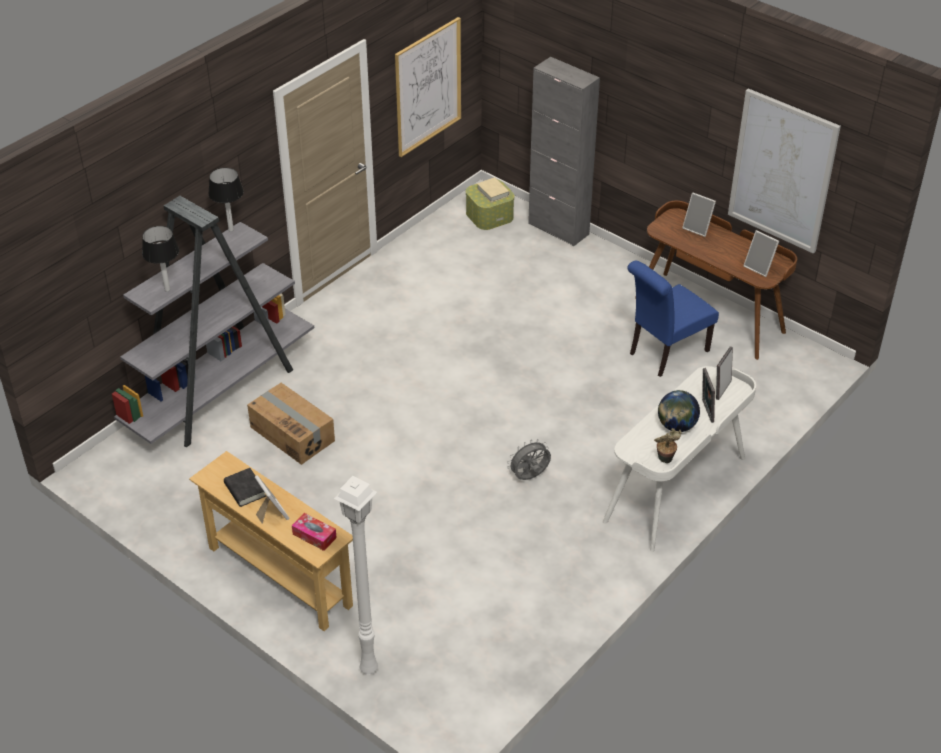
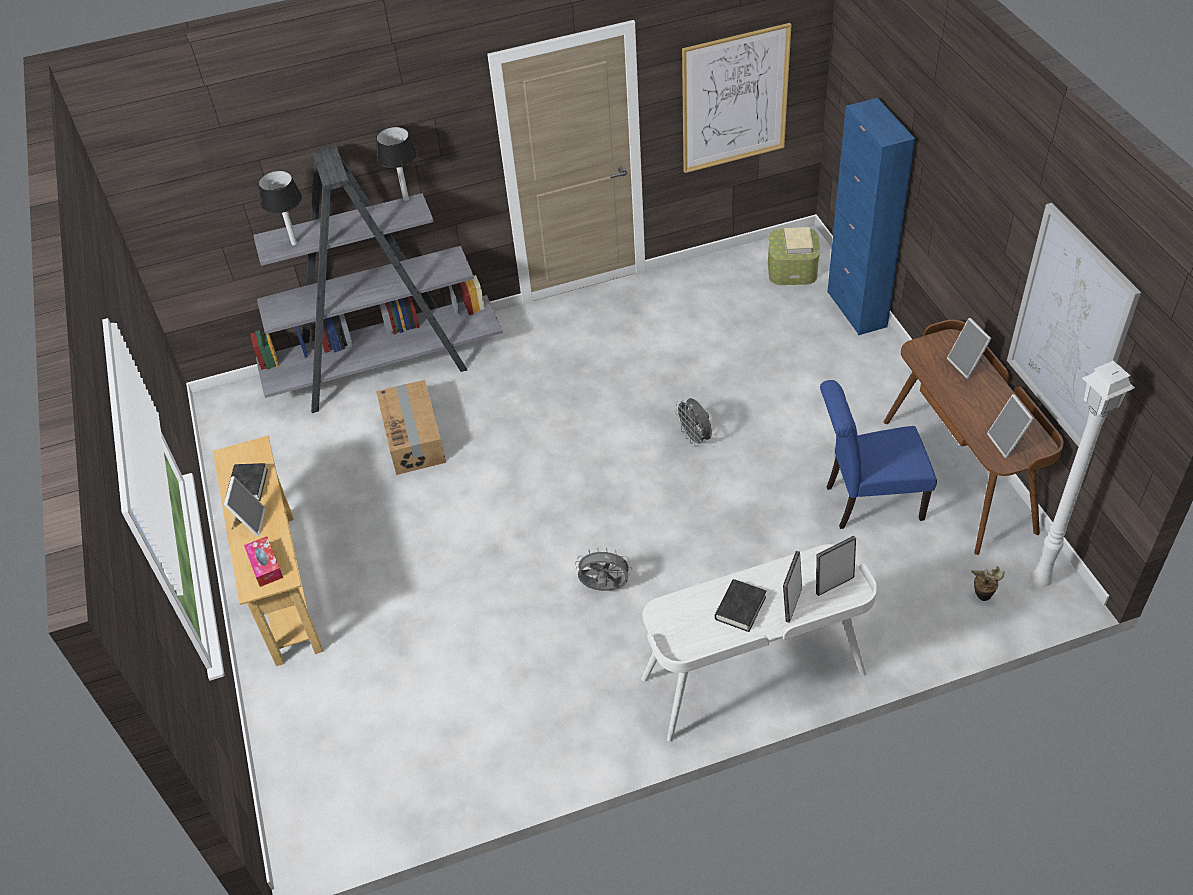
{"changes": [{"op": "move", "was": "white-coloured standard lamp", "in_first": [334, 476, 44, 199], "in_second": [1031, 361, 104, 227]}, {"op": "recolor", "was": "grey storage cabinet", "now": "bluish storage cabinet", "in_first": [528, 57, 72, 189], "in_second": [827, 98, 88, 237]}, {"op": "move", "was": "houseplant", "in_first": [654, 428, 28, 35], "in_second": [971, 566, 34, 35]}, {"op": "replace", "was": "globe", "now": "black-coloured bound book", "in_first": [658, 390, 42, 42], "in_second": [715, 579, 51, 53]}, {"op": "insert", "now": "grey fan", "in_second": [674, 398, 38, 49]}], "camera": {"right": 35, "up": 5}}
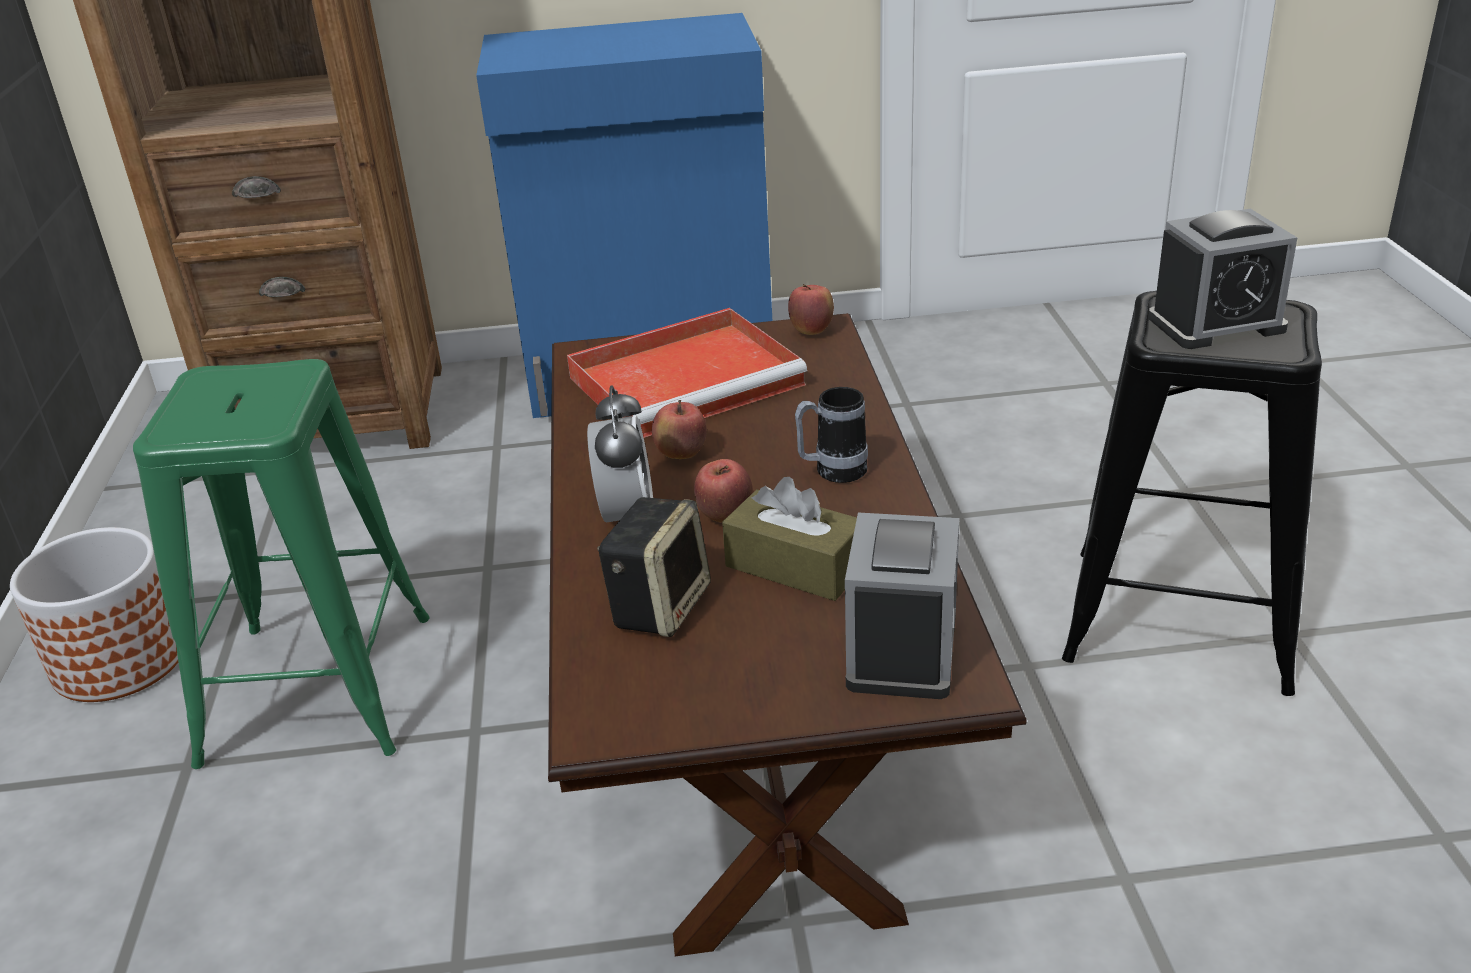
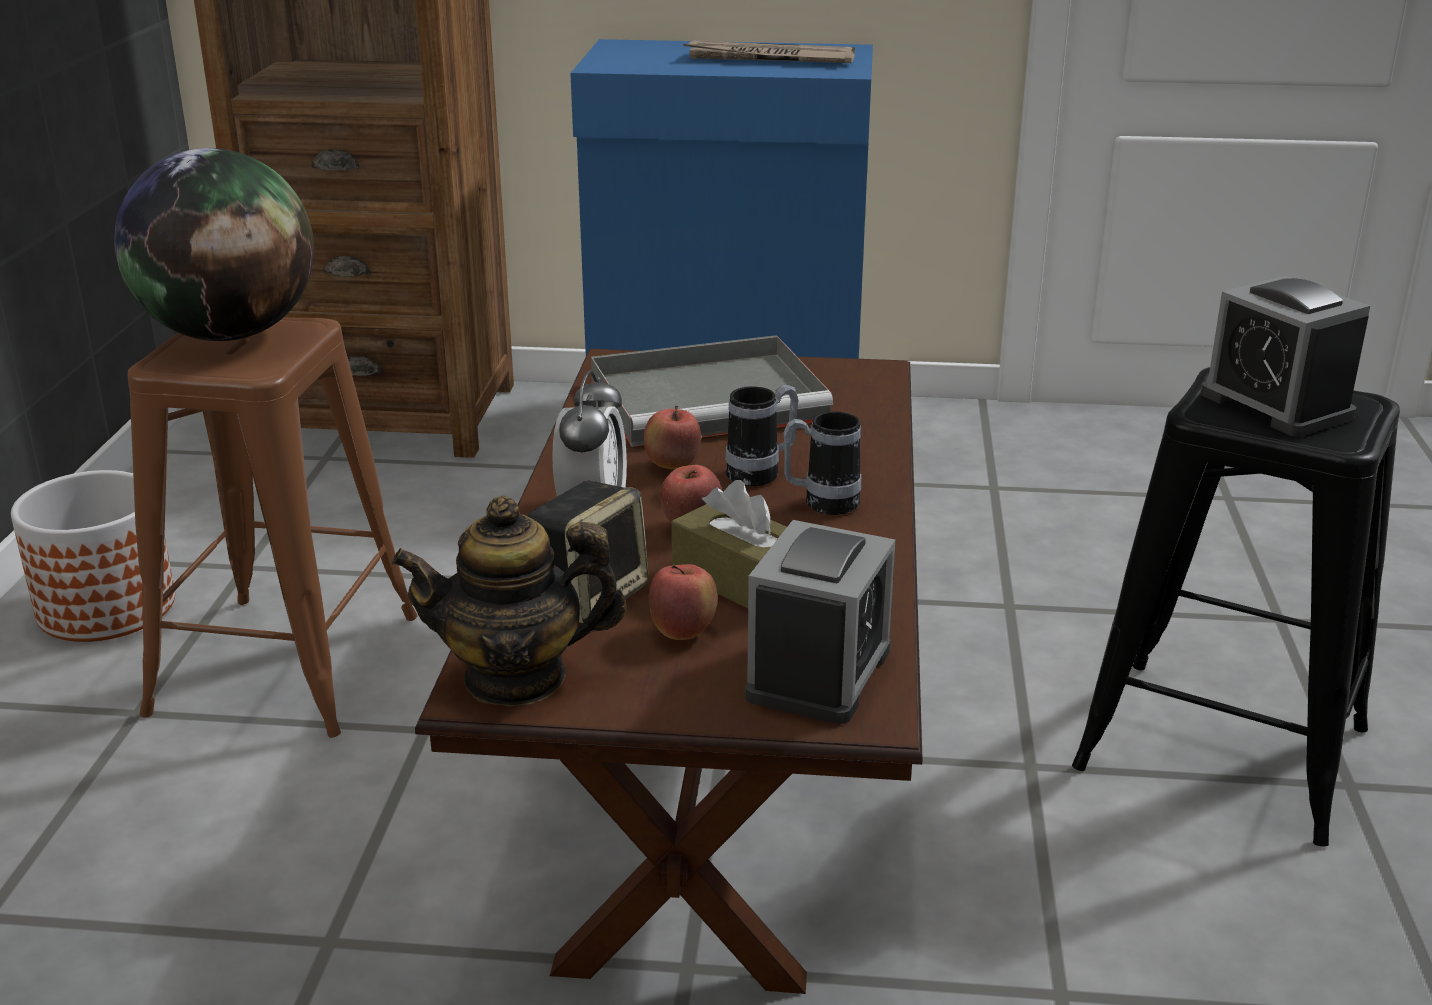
{"changes": [{"op": "recolor", "was": "green sitting stool", "now": "brown sitting stool", "in_first": [133, 359, 297, 410], "in_second": [128, 317, 290, 421]}, {"op": "recolor", "was": "red serving tray", "now": "grey serving tray", "in_first": [567, 308, 240, 130], "in_second": [591, 335, 242, 112]}, {"op": "move", "was": "apple fruit", "in_first": [788, 284, 46, 51], "in_second": [649, 564, 68, 76]}, {"op": "rotate", "was": "table clock", "in_first": [1148, 209, 149, 140], "in_second": [1200, 276, 170, 161], "clockwise": 60}, {"op": "insert", "now": "globe", "in_second": [114, 148, 200, 193]}, {"op": "insert", "now": "teapot", "in_second": [391, 496, 236, 211]}, {"op": "insert", "now": "newspaper", "in_second": [683, 41, 172, 22]}, {"op": "insert", "now": "tea mug", "in_second": [726, 384, 72, 102]}], "camera": {"right": 10, "up": -5}}
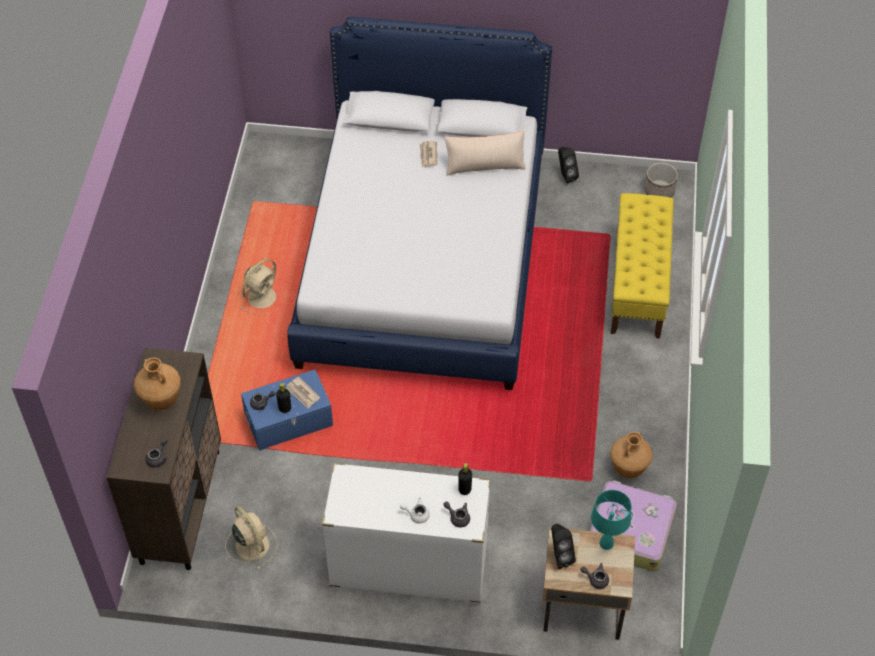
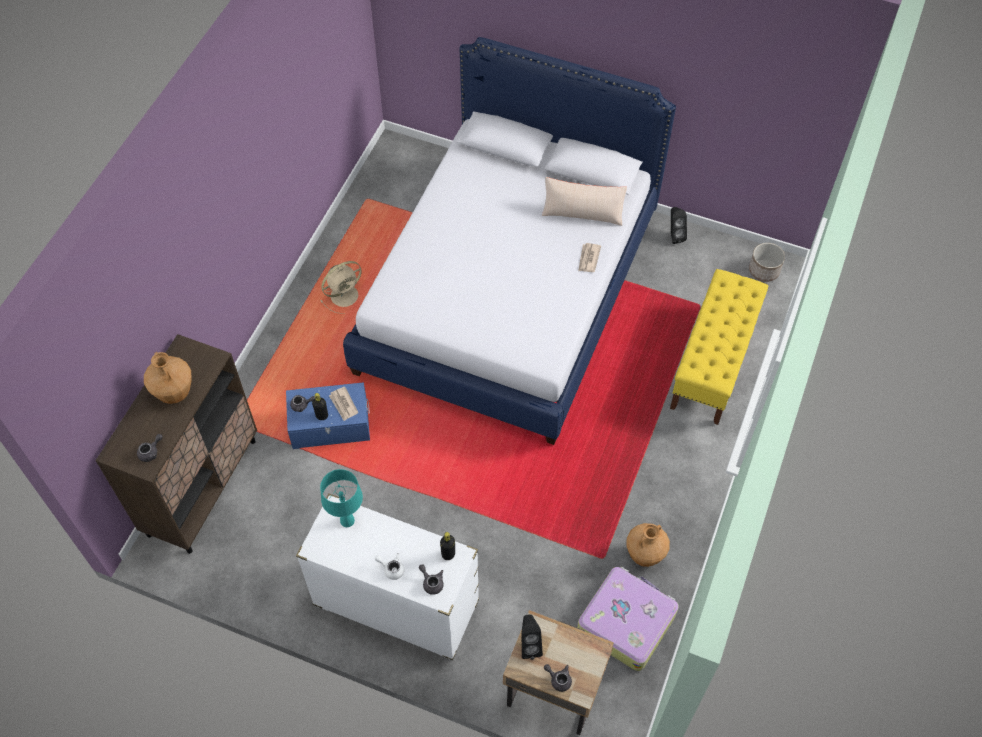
{"changes": [{"op": "delete", "was": "sand-coloured fan", "in_first": [225, 506, 53, 64]}, {"op": "move", "was": "newspaper", "in_first": [420, 141, 17, 26], "in_second": [578, 243, 23, 29]}, {"op": "move", "was": "blue-green tabletop lamp", "in_first": [591, 490, 40, 60], "in_second": [320, 469, 43, 58]}], "camera": {"right": 15, "up": 5}}
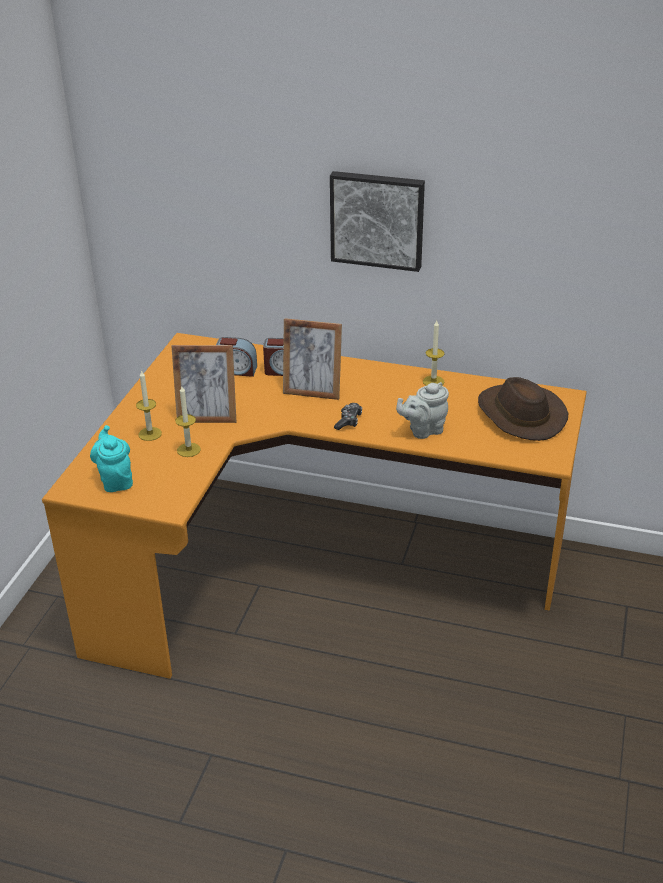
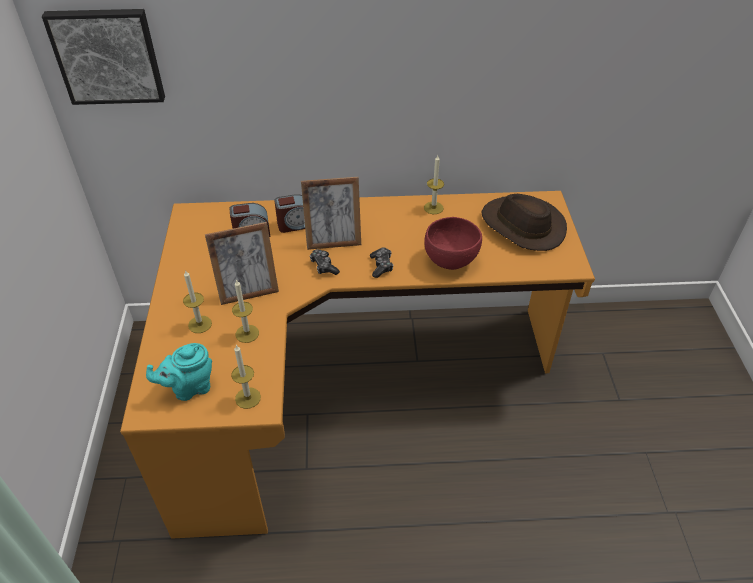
{"changes": [{"op": "rotate", "was": "blue-green teapot", "in_first": [90, 425, 43, 67], "in_second": [146, 343, 66, 58], "clockwise": -75}, {"op": "move", "was": "wall picture", "in_first": [330, 171, 95, 101], "in_second": [42, 9, 123, 96]}, {"op": "replace", "was": "grey teapot", "now": "red bowl", "in_first": [396, 382, 53, 57], "in_second": [424, 217, 58, 53]}, {"op": "insert", "now": "candle", "in_second": [231, 345, 30, 64]}, {"op": "insert", "now": "joypad", "in_second": [310, 249, 30, 26]}], "camera": {"right": -20, "up": 10}}
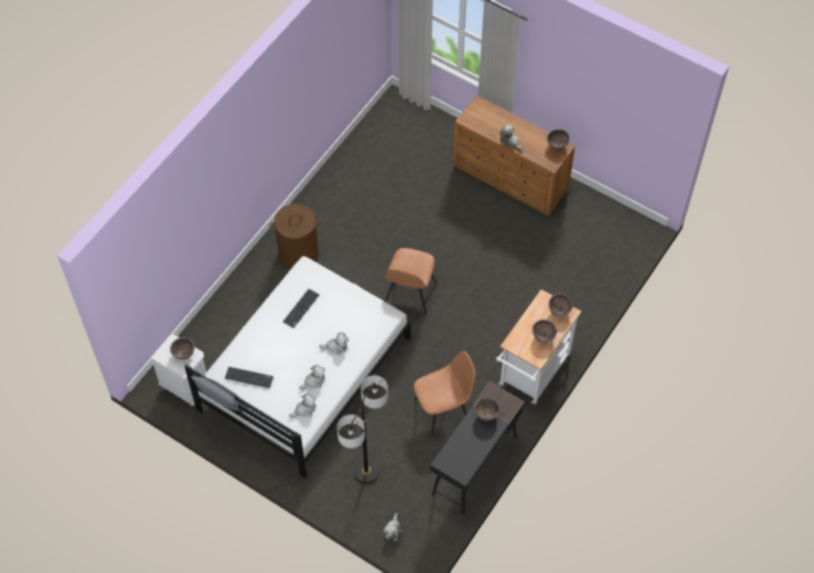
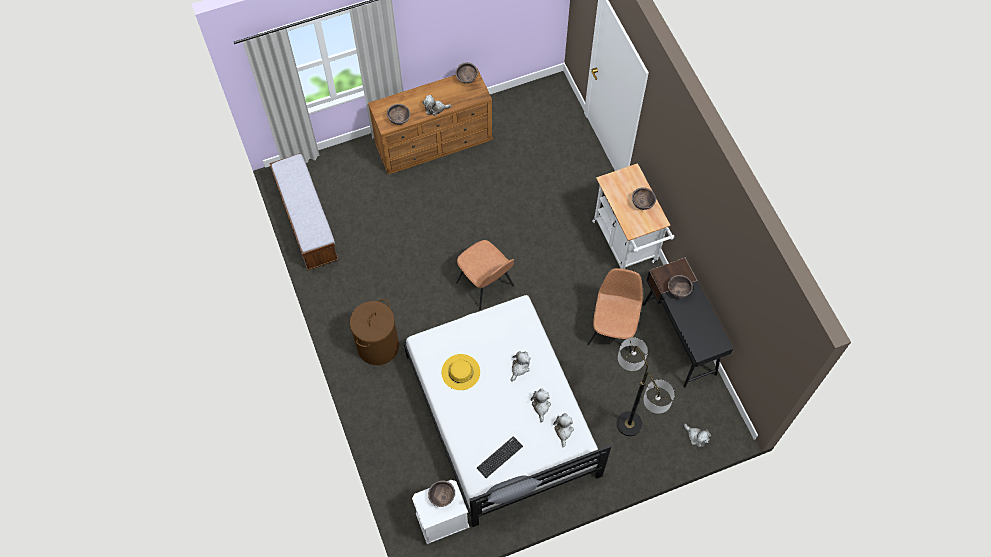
{"changes": [{"op": "replace", "was": "PC keyboard", "now": "yellow wearable hat", "in_first": [283, 289, 36, 39], "in_second": [441, 354, 39, 36]}, {"op": "move", "was": "brown bowl", "in_first": [548, 294, 25, 23], "in_second": [387, 104, 23, 21]}, {"op": "insert", "now": "long seat", "in_second": [269, 153, 70, 118]}], "camera": {"right": -55, "up": 5}}
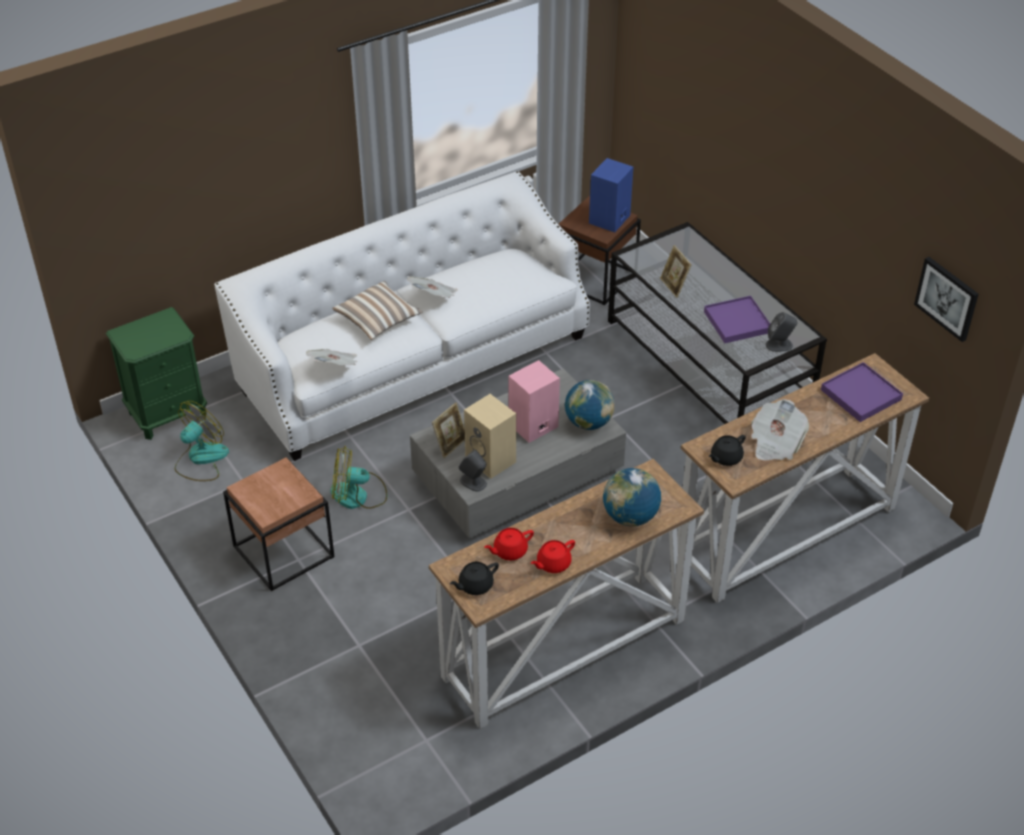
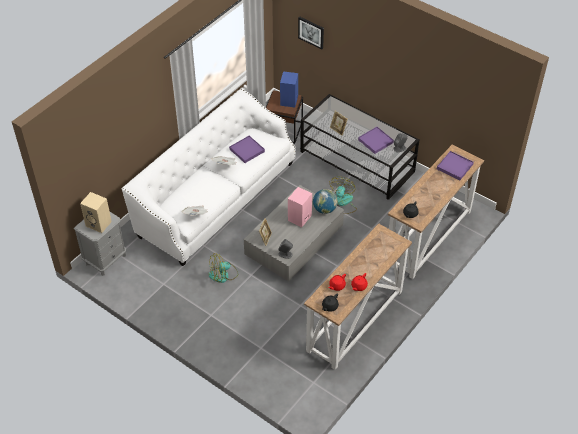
{"changes": [{"op": "recolor", "was": "green nightstand", "now": "grey nightstand", "in_first": [106, 307, 101, 133], "in_second": [74, 212, 52, 64]}, {"op": "move", "was": "fan", "in_first": [175, 401, 54, 80], "in_second": [329, 177, 28, 37]}, {"op": "delete", "was": "brown side table", "in_first": [223, 458, 112, 133]}, {"op": "delete", "was": "pillow", "in_first": [332, 281, 91, 59]}, {"op": "move", "was": "sand-coloured loudspeaker", "in_first": [464, 394, 52, 85], "in_second": [80, 192, 32, 41]}, {"op": "delete", "was": "globe", "in_first": [603, 468, 58, 58]}, {"op": "delete", "was": "newspaper", "in_first": [751, 399, 58, 61]}, {"op": "move", "was": "wall picture", "in_first": [914, 257, 64, 85], "in_second": [298, 17, 26, 33]}, {"op": "insert", "now": "purplish serving tray", "in_second": [229, 136, 36, 27]}], "camera": {"right": -20, "up": 5}}
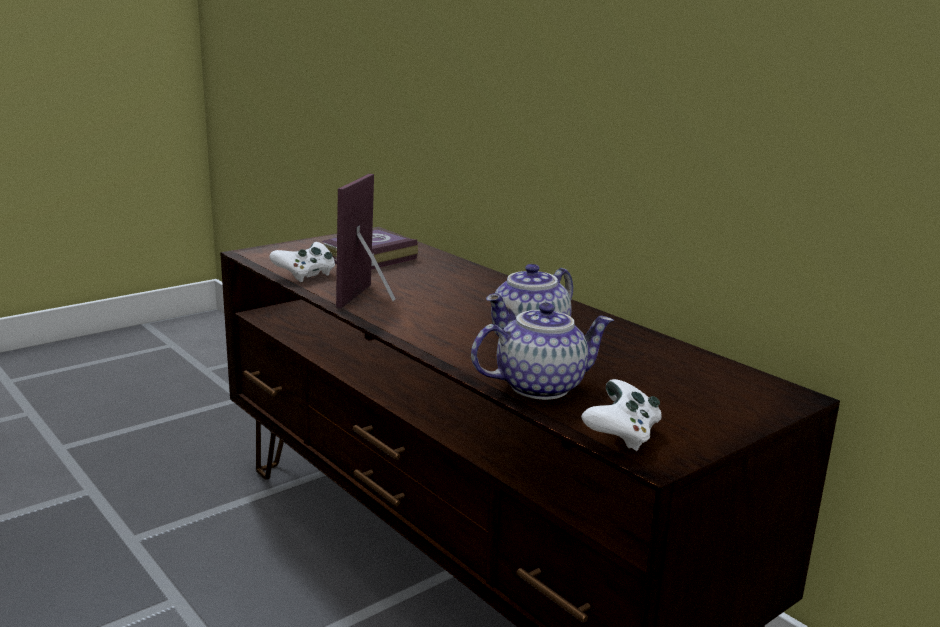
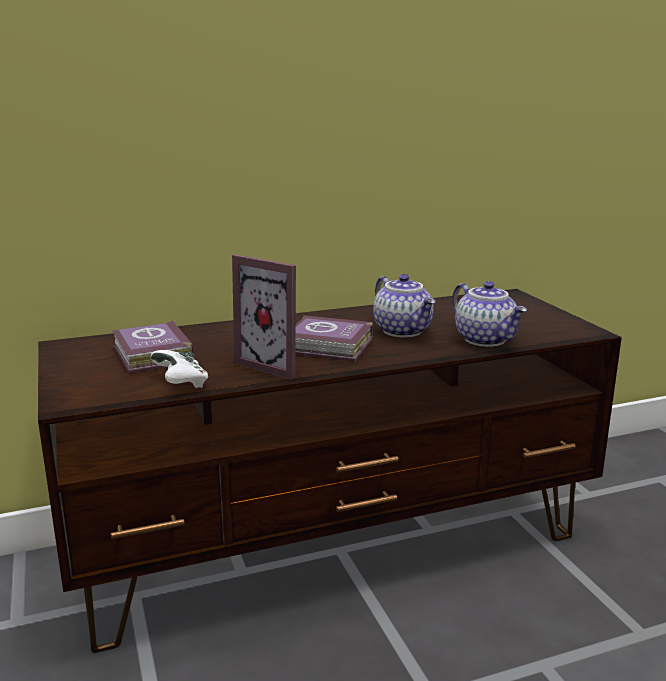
{"changes": [{"op": "rotate", "was": "teapot", "in_first": [471, 302, 143, 98], "in_second": [452, 281, 75, 66], "clockwise": 150}, {"op": "delete", "was": "white-coloured joypad", "in_first": [581, 379, 81, 72]}, {"op": "insert", "now": "bound book", "in_second": [295, 315, 78, 47]}], "camera": {"right": -70, "up": 0}}
